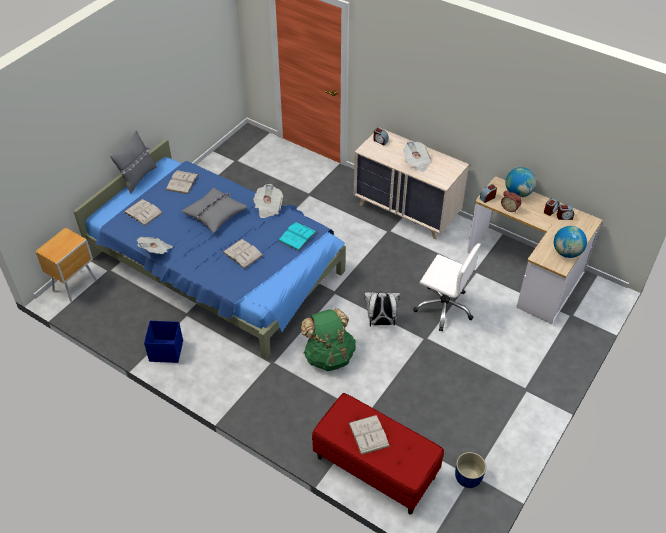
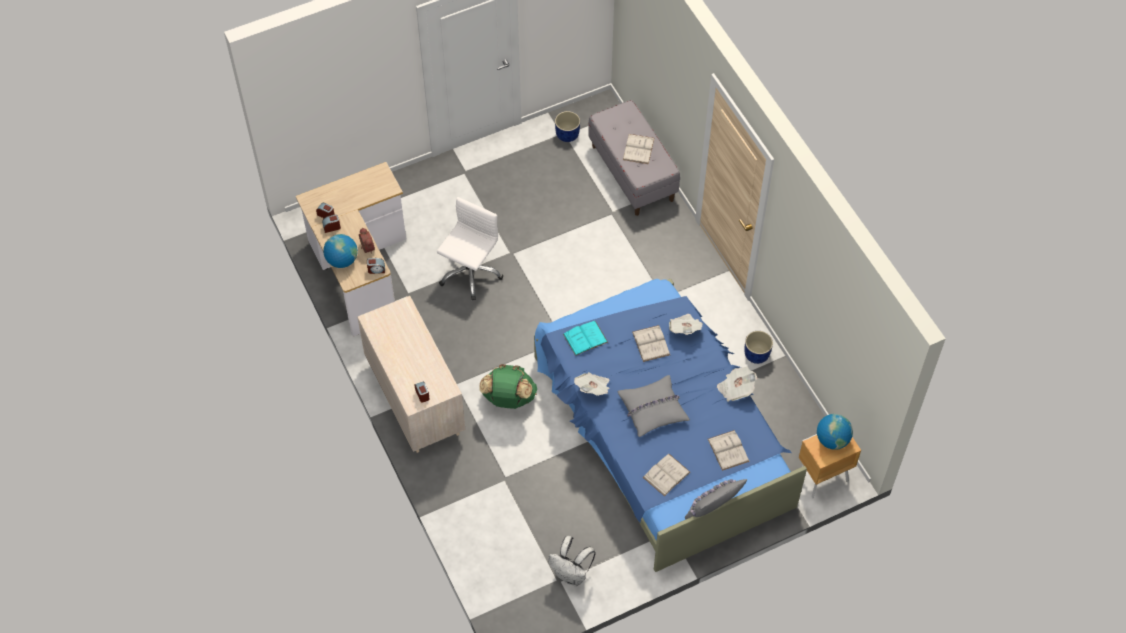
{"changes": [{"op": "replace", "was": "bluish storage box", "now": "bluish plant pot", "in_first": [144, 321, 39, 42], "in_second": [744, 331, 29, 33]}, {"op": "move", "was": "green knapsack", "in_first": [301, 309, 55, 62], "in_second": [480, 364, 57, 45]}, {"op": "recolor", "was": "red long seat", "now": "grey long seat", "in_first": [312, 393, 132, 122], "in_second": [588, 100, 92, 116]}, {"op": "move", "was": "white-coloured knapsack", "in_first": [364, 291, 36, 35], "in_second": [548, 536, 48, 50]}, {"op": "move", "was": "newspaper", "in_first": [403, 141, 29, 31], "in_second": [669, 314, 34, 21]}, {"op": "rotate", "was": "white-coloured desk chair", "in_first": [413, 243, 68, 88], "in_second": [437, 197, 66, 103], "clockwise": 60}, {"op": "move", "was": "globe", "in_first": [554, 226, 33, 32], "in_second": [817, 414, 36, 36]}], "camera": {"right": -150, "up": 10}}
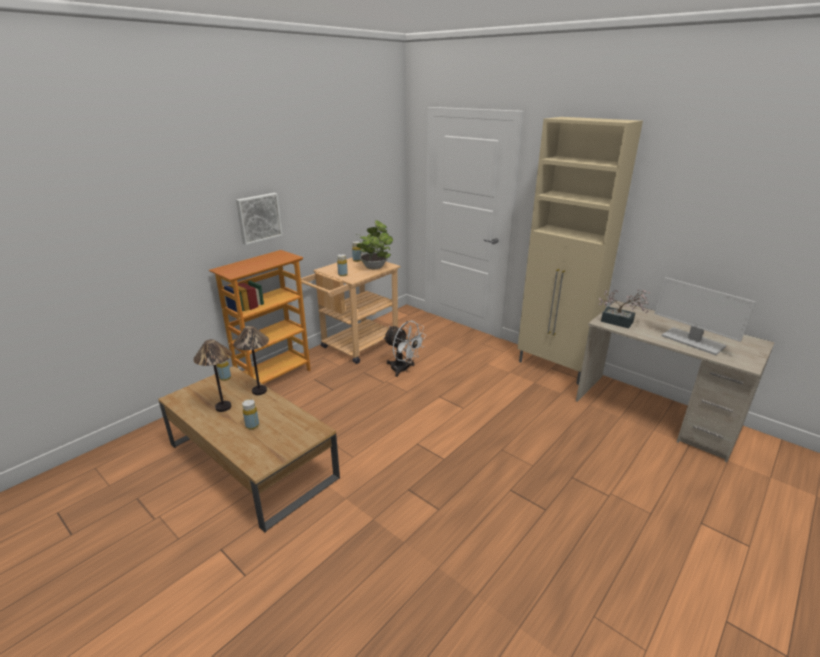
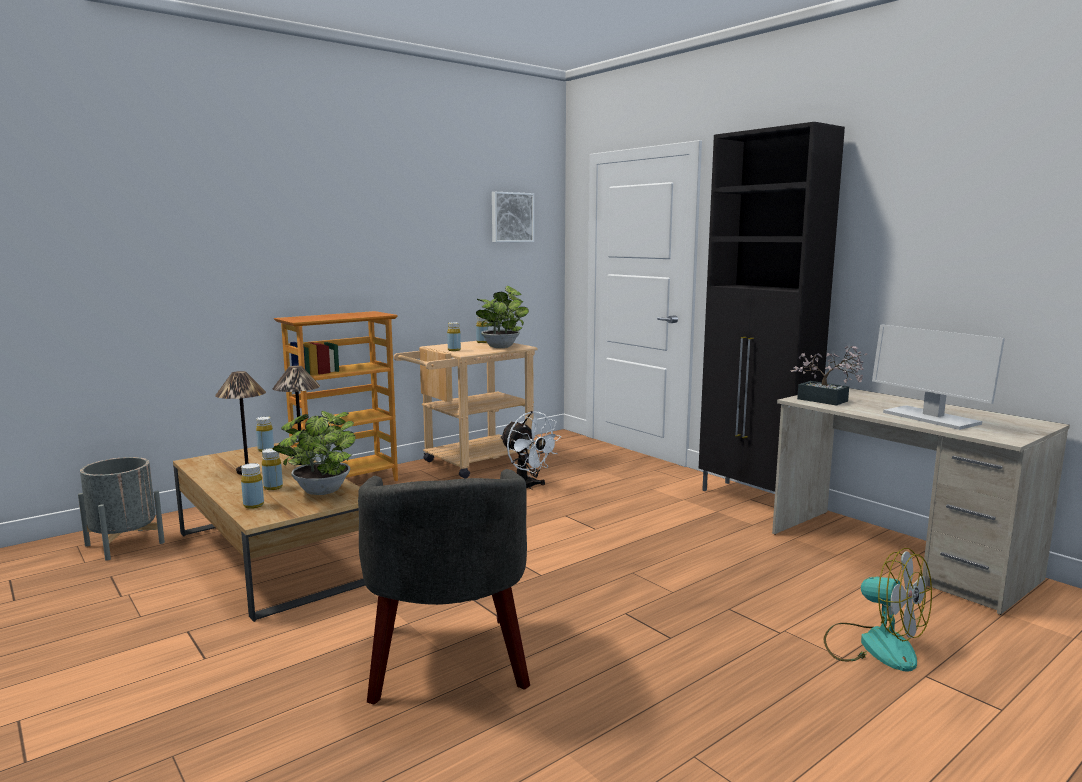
{"changes": [{"op": "move", "was": "wall picture", "in_first": [236, 193, 47, 52], "in_second": [492, 192, 42, 50]}, {"op": "recolor", "was": "sand-coloured storage cabinet", "now": "black-coloured storage cabinet", "in_first": [517, 117, 126, 268], "in_second": [699, 122, 146, 370]}, {"op": "insert", "now": "grey plant pot", "in_second": [78, 457, 87, 104]}, {"op": "insert", "now": "yellow bottle", "in_second": [241, 463, 23, 46]}, {"op": "insert", "now": "houseplant", "in_second": [273, 411, 83, 84]}, {"op": "insert", "now": "grey armchair", "in_second": [358, 469, 172, 235]}, {"op": "insert", "now": "fan", "in_second": [824, 548, 108, 123]}], "camera": {"right": 10, "up": -15}}
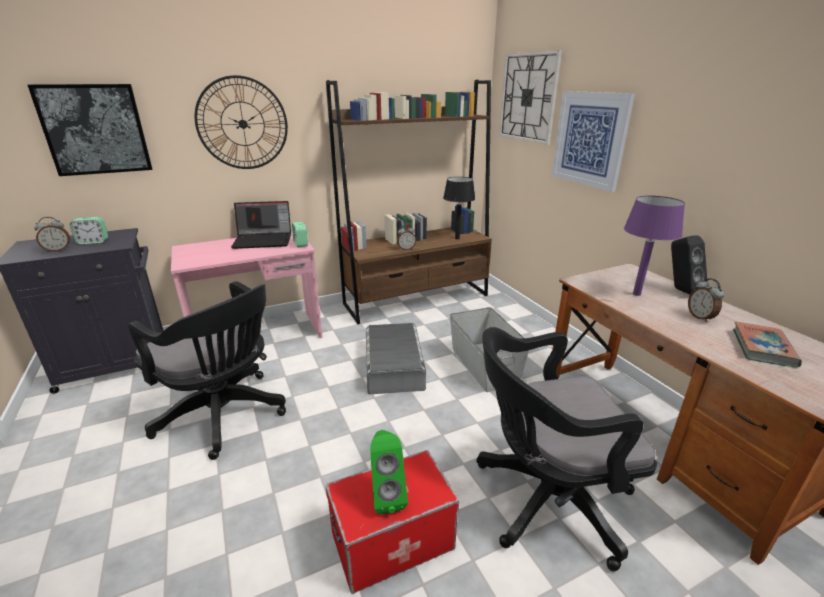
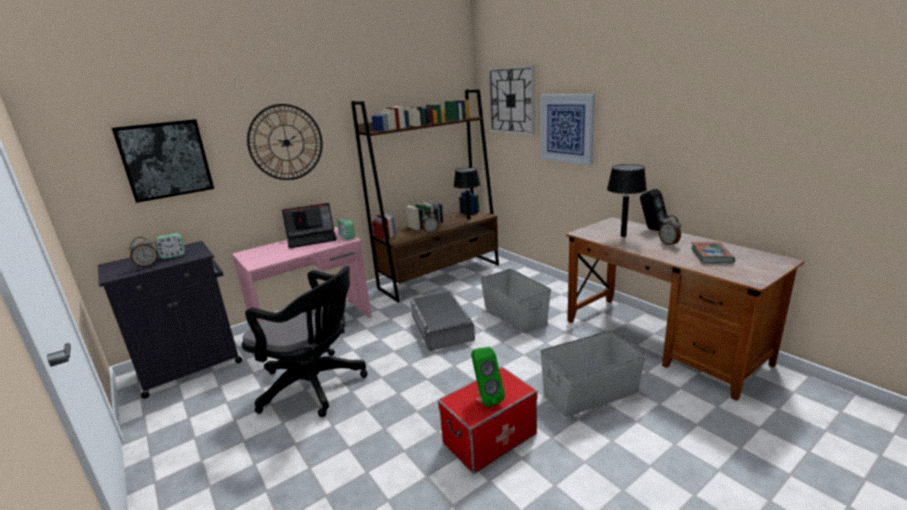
{"changes": [{"op": "replace", "was": "black-coloured desk chair", "now": "grey storage box", "in_first": [476, 327, 181, 244], "in_second": [540, 330, 106, 87]}, {"op": "recolor", "was": "purplish tabletop lamp", "now": "black-coloured tabletop lamp", "in_first": [624, 196, 61, 100], "in_second": [607, 164, 40, 73]}], "camera": {"right": -10, "up": -5}}
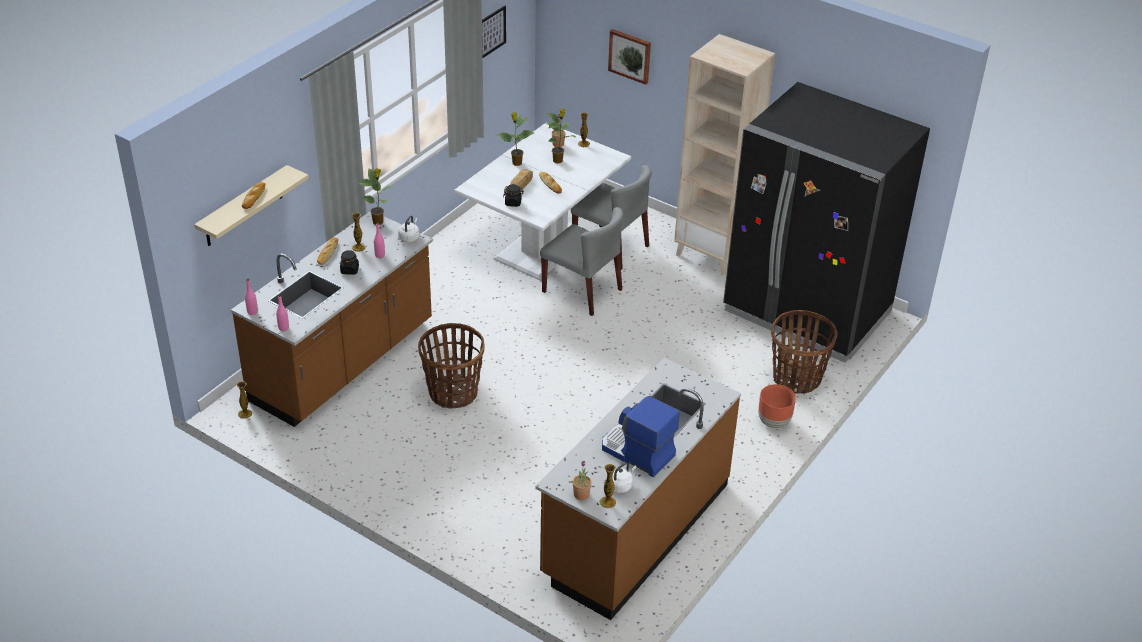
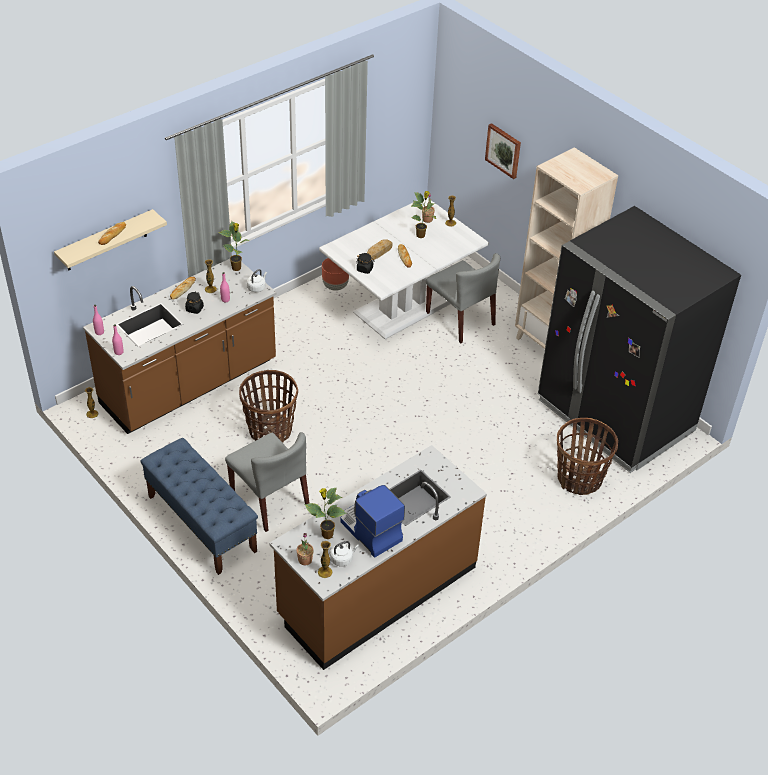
{"changes": [{"op": "delete", "was": "wall picture", "in_first": [482, 6, 24, 52]}, {"op": "move", "was": "houseplant", "in_first": [497, 112, 37, 54], "in_second": [304, 487, 43, 52]}, {"op": "move", "was": "grey upright chair", "in_first": [540, 207, 84, 109], "in_second": [225, 432, 84, 100]}, {"op": "move", "was": "brown plant pot", "in_first": [758, 384, 38, 44], "in_second": [322, 258, 27, 33]}, {"op": "insert", "now": "bluish long seat", "in_second": [141, 438, 117, 137]}], "camera": {"right": 15, "up": 5}}
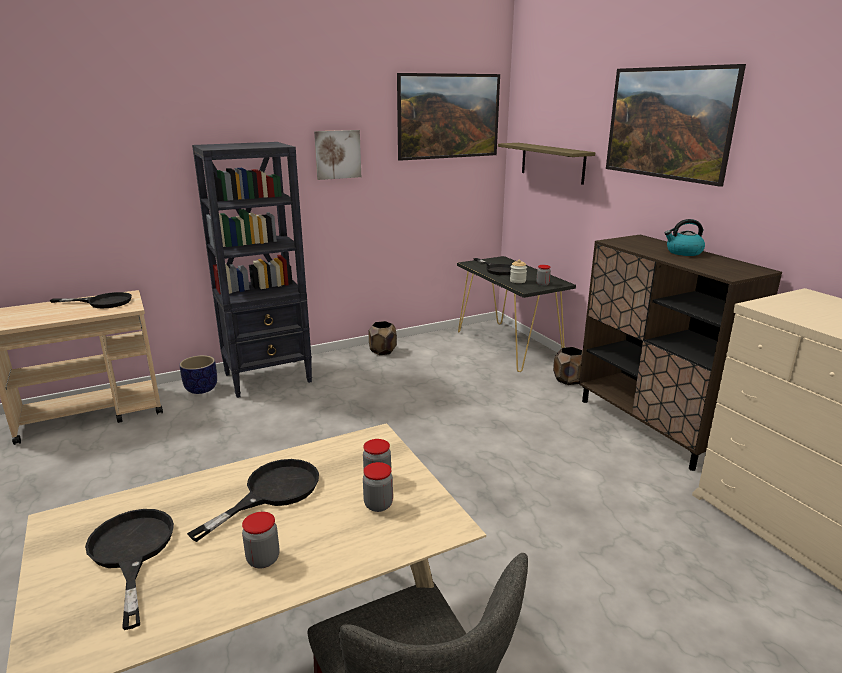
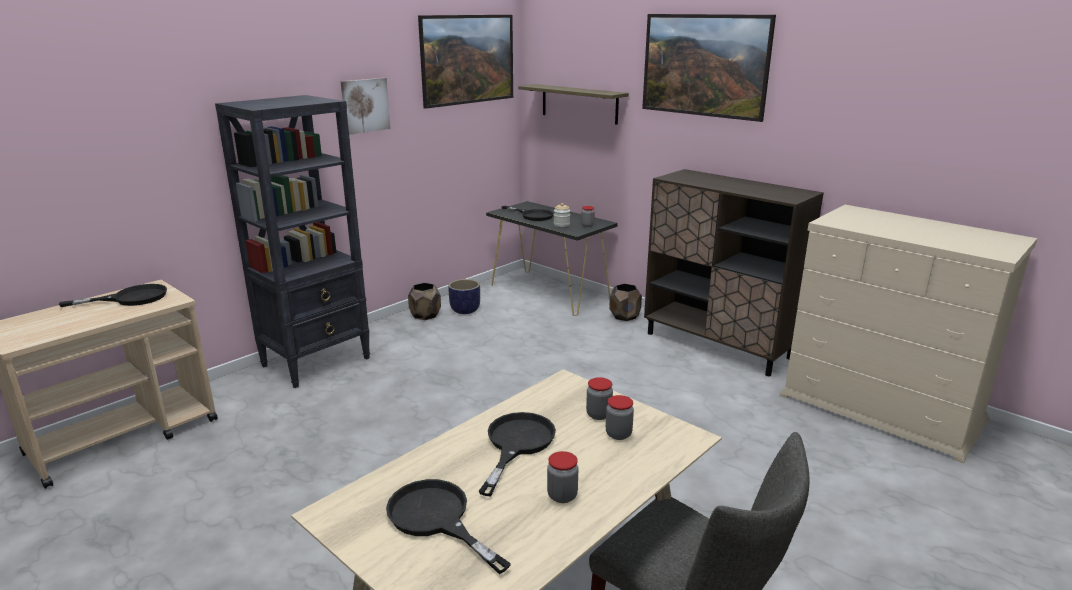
{"changes": [{"op": "move", "was": "plant pot", "in_first": [180, 355, 37, 39], "in_second": [448, 279, 32, 35]}, {"op": "delete", "was": "kettle", "in_first": [665, 219, 40, 37]}], "camera": {"right": -20, "up": 0}}
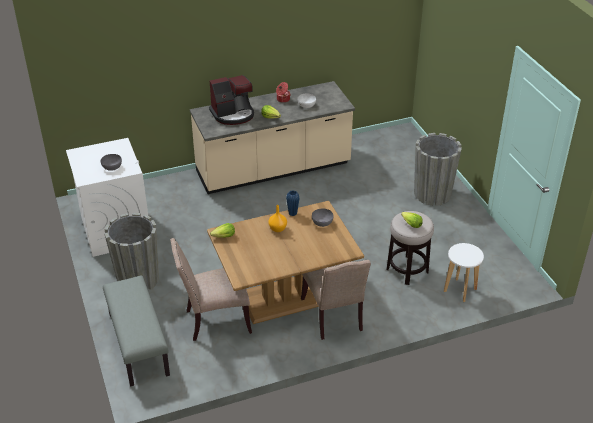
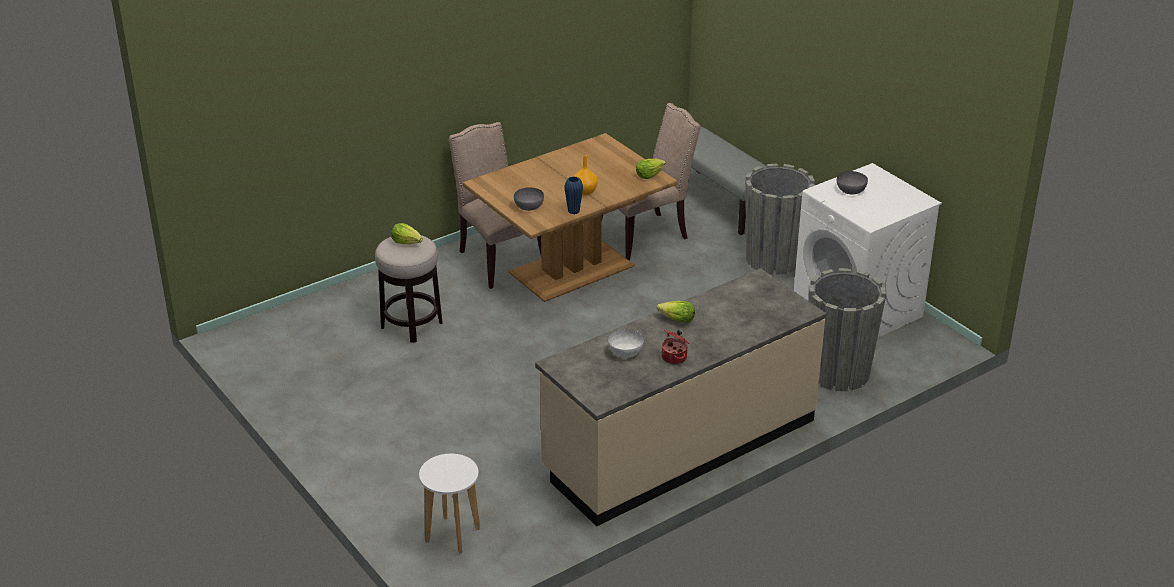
{"changes": [{"op": "delete", "was": "coffee maker", "in_first": [209, 75, 45, 50]}, {"op": "move", "was": "grey plant pot", "in_first": [414, 133, 48, 73], "in_second": [809, 268, 78, 123]}, {"op": "move", "was": "white-coloured sitting stool", "in_first": [444, 243, 40, 59], "in_second": [419, 454, 61, 100]}], "camera": {"right": 165, "up": -5}}
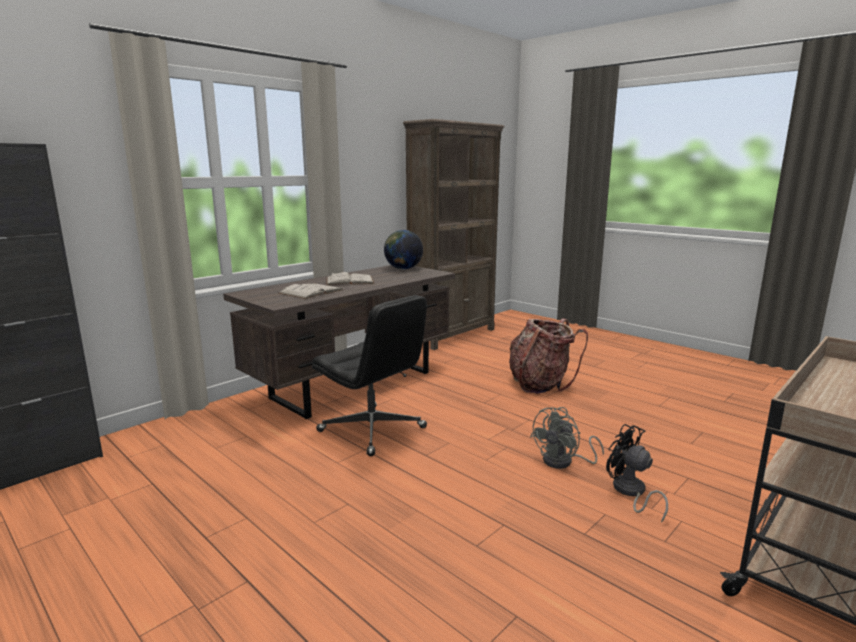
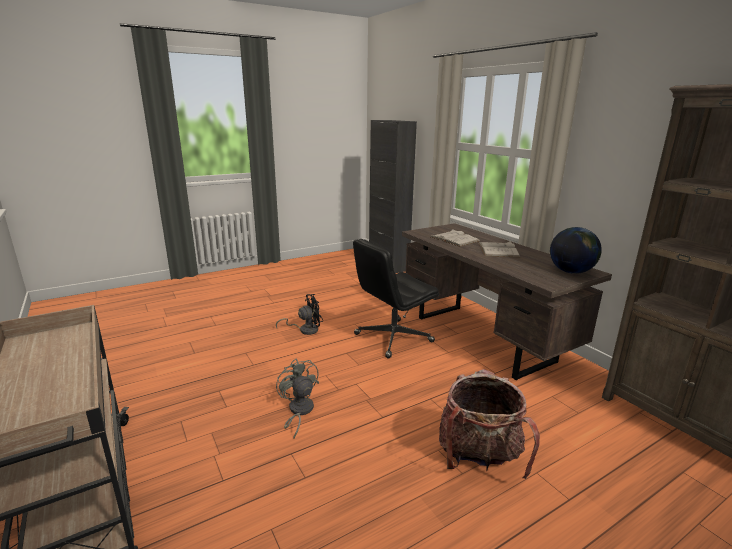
{"changes": [{"op": "move", "was": "black-coloured fan", "in_first": [606, 424, 62, 99], "in_second": [276, 294, 47, 41]}], "camera": {"right": 105, "up": 5}}
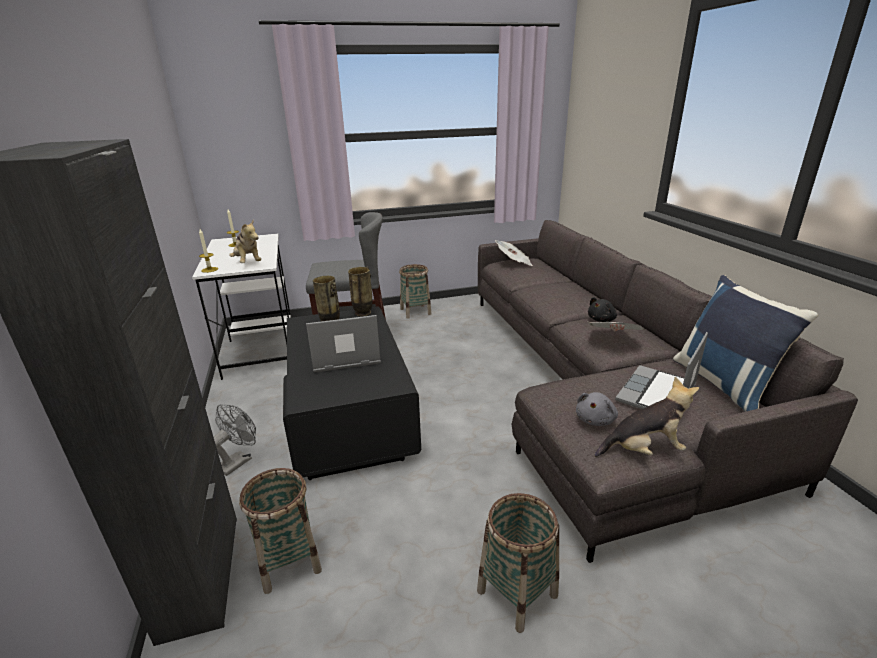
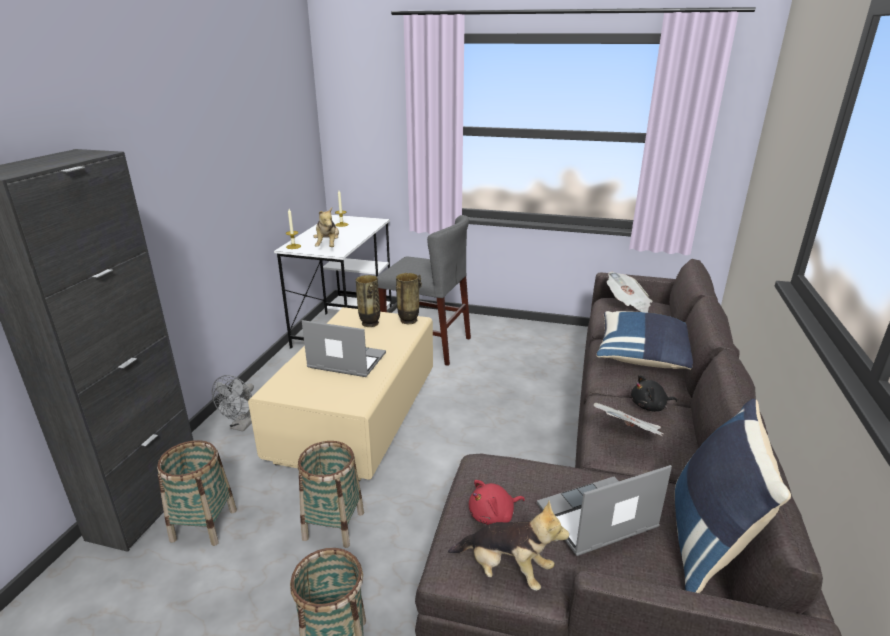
{"changes": [{"op": "rotate", "was": "grey fan", "in_first": [214, 404, 42, 72], "in_second": [212, 375, 42, 56], "clockwise": 135}, {"op": "recolor", "was": "black-coloured lounge table", "now": "sand-coloured lounge table", "in_first": [283, 306, 138, 174], "in_second": [248, 307, 185, 174]}, {"op": "move", "was": "storage basket", "in_first": [399, 264, 32, 55], "in_second": [298, 441, 66, 107]}, {"op": "recolor", "was": "grey cuddly toy", "now": "red cuddly toy", "in_first": [576, 392, 42, 34], "in_second": [469, 480, 56, 45]}, {"op": "insert", "now": "bluish pillow", "in_second": [596, 311, 97, 59]}], "camera": {"right": 30, "up": 0}}
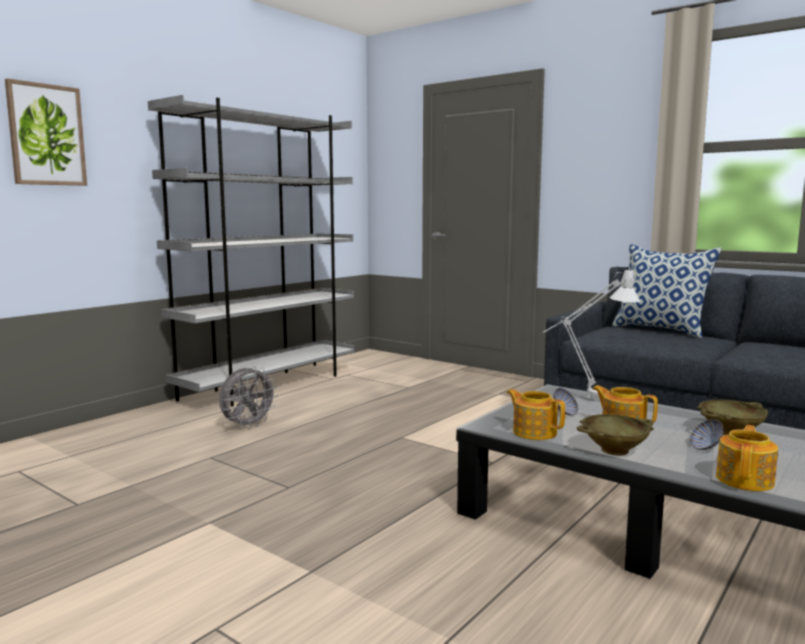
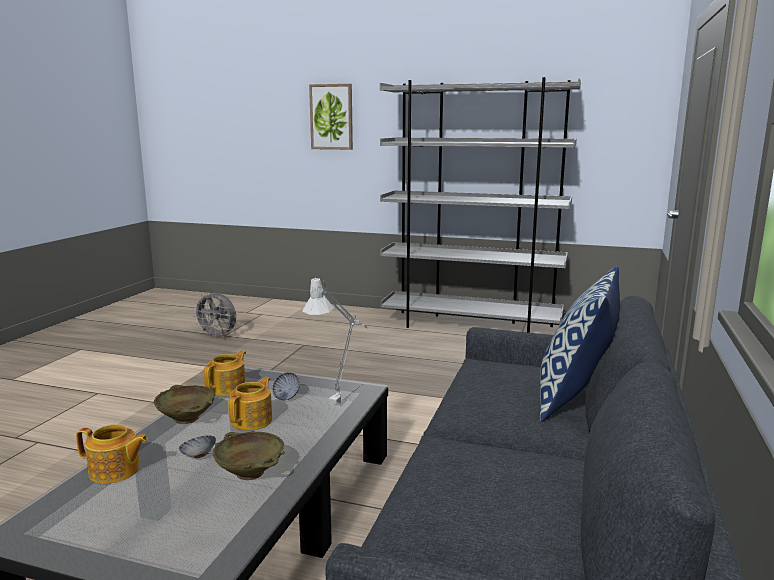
{"changes": [{"op": "move", "was": "grey fan", "in_first": [219, 366, 59, 63], "in_second": [193, 292, 43, 47]}], "camera": {"right": 70, "up": 5}}
